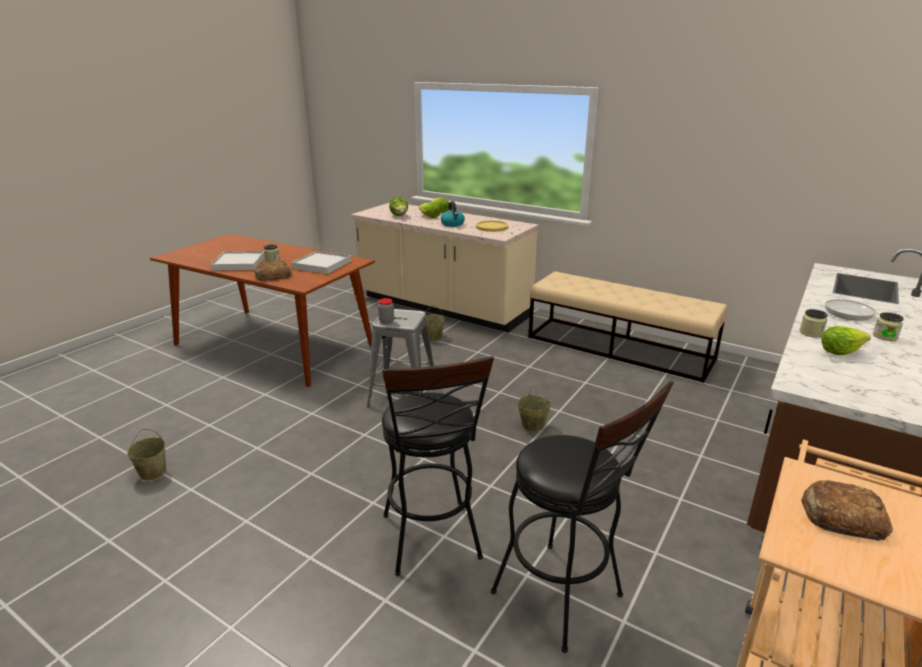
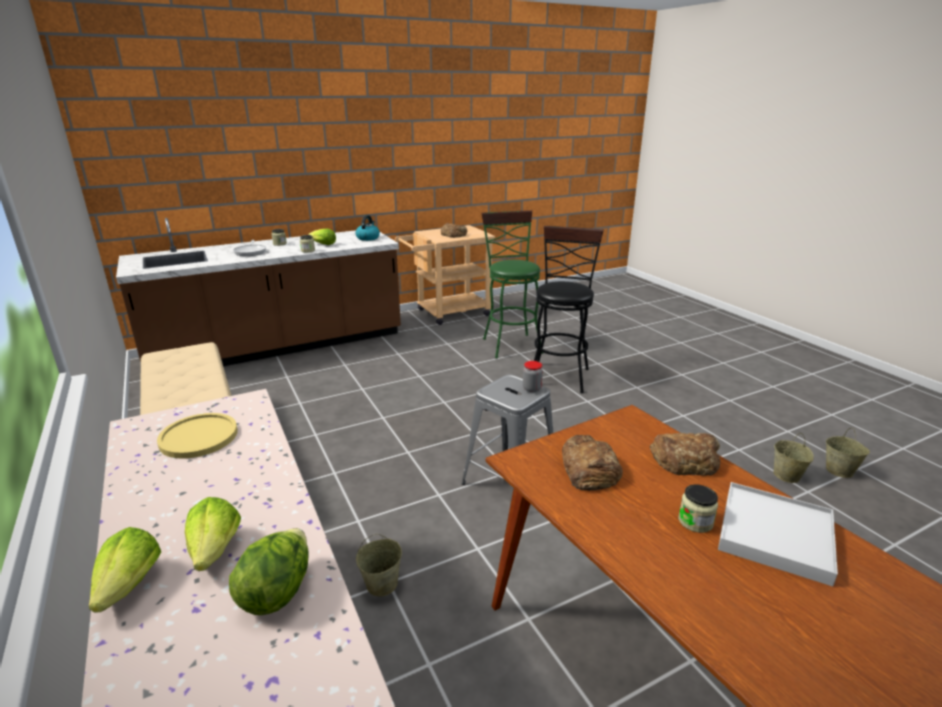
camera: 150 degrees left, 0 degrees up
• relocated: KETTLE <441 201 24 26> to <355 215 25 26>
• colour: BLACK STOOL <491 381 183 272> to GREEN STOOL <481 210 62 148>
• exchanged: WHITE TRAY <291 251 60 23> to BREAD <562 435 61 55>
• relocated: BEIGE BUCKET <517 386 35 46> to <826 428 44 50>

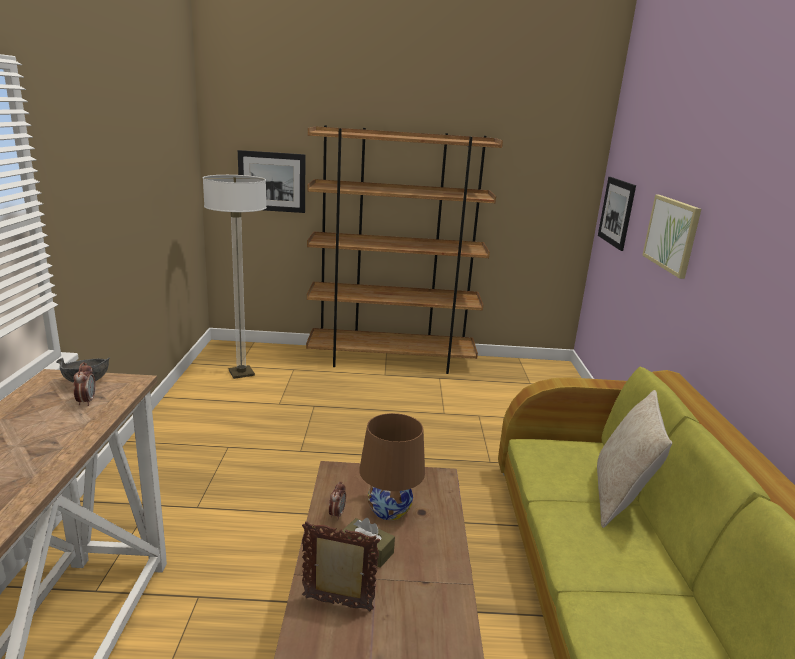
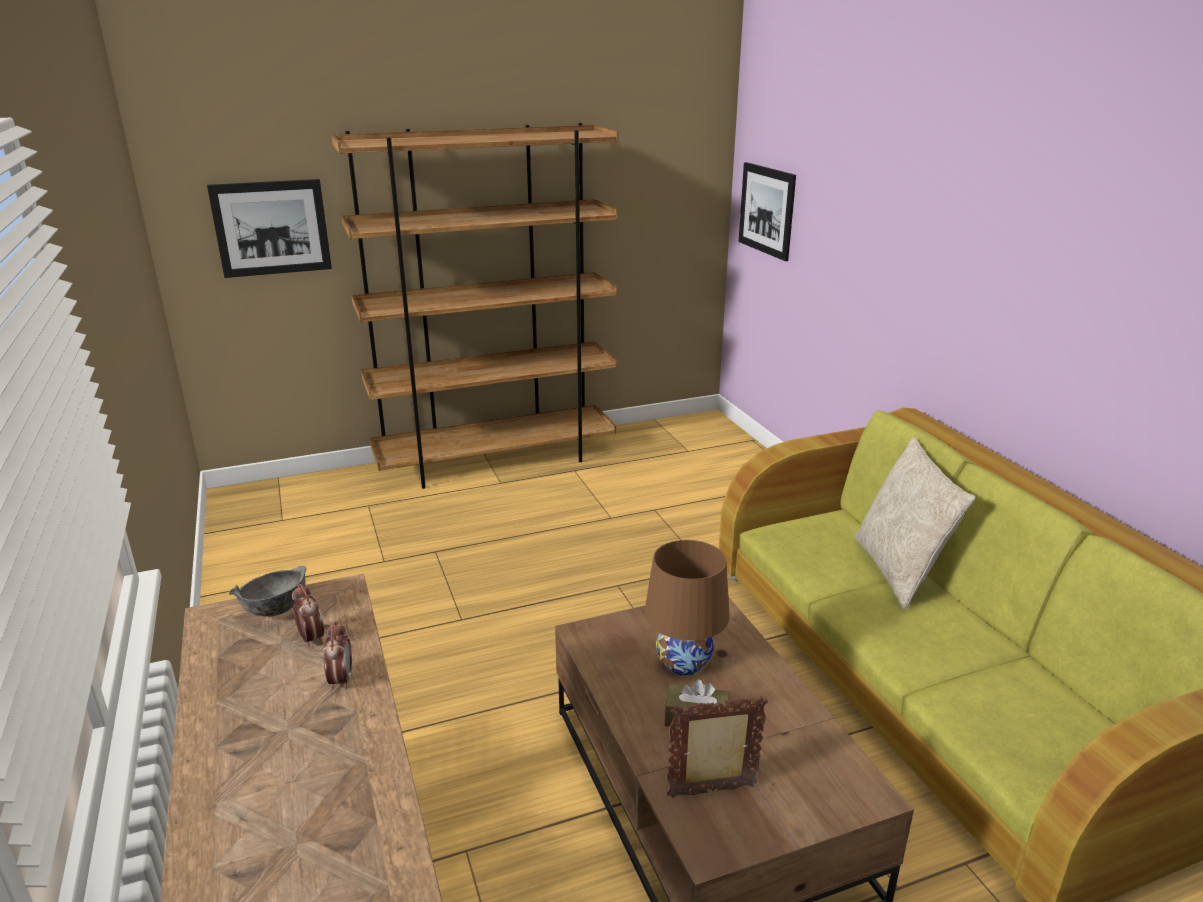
camera: 20 degrees left, 5 degrees up
• relocated: ALARM CLOCK <329 482 17 38> to <323 621 29 68>
• missing: FLOOR LAMP <203 175 64 204>
• missing: PICTURE <642 194 59 85>

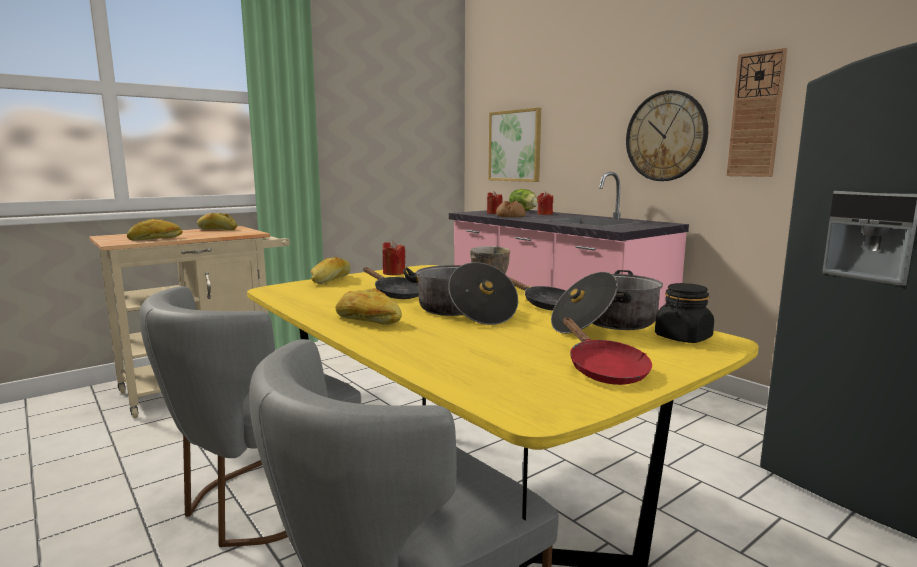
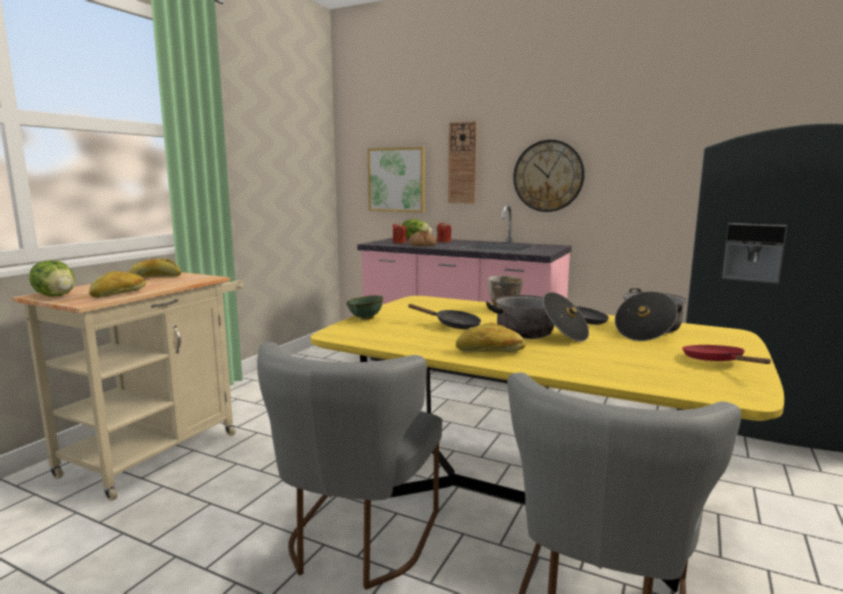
camera: 25 degrees left, 0 degrees up
• appeared: LETTUCE <29 260 46 37>
• exchanged: BREAD <311 257 40 27> to GREEN BOWL <346 295 37 25>
• relocated: WALL CLOCK <727 48 60 129> to <448 121 30 83>
• spun: RED FRYING PAN <563 318 89 67> = <682 345 89 19> 150 degrees counterclockwise
• missing: RED CANDLE <382 241 24 34>
• missing: BLACK JAR <655 283 59 60>

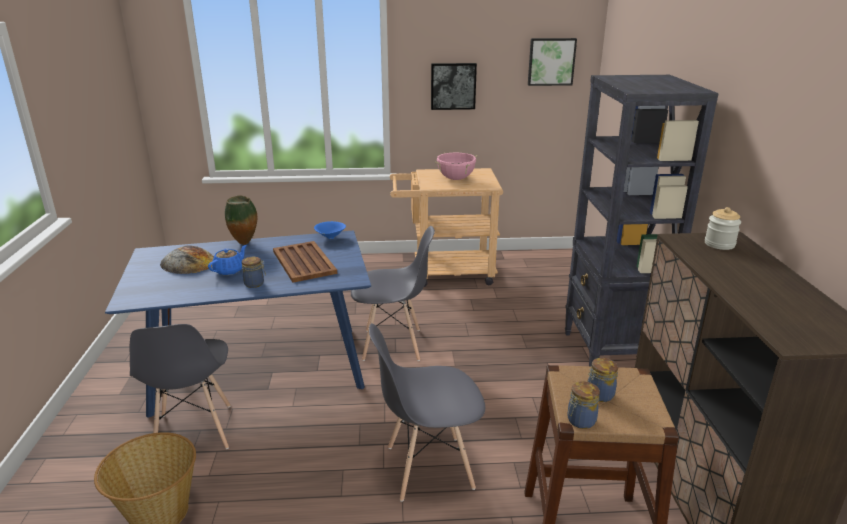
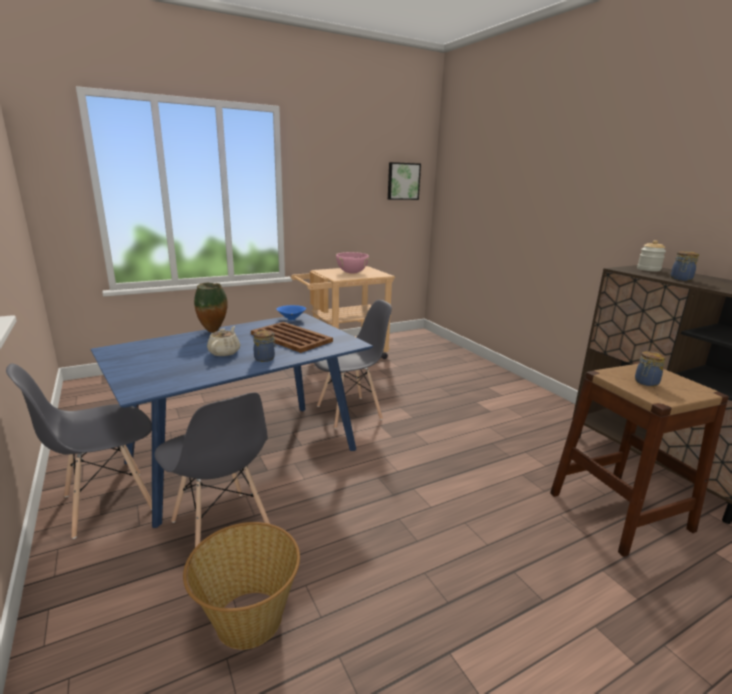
camera: 25 degrees left, 5 degrees down
• relocated: GREY CHAIR <369 323 116 179> to <6 363 146 176>
• colour: BLUE TEAPOT <208 245 39 30> to BEIGE TEAPOT <207 326 33 30>
• relocated: JAR <567 381 33 48> to <671 251 28 30>
• missing: BREAD <160 245 54 29>
• missing: PICTURE <431 63 46 47>
• missing: BLACK BOOKCASE <565 75 154 291>

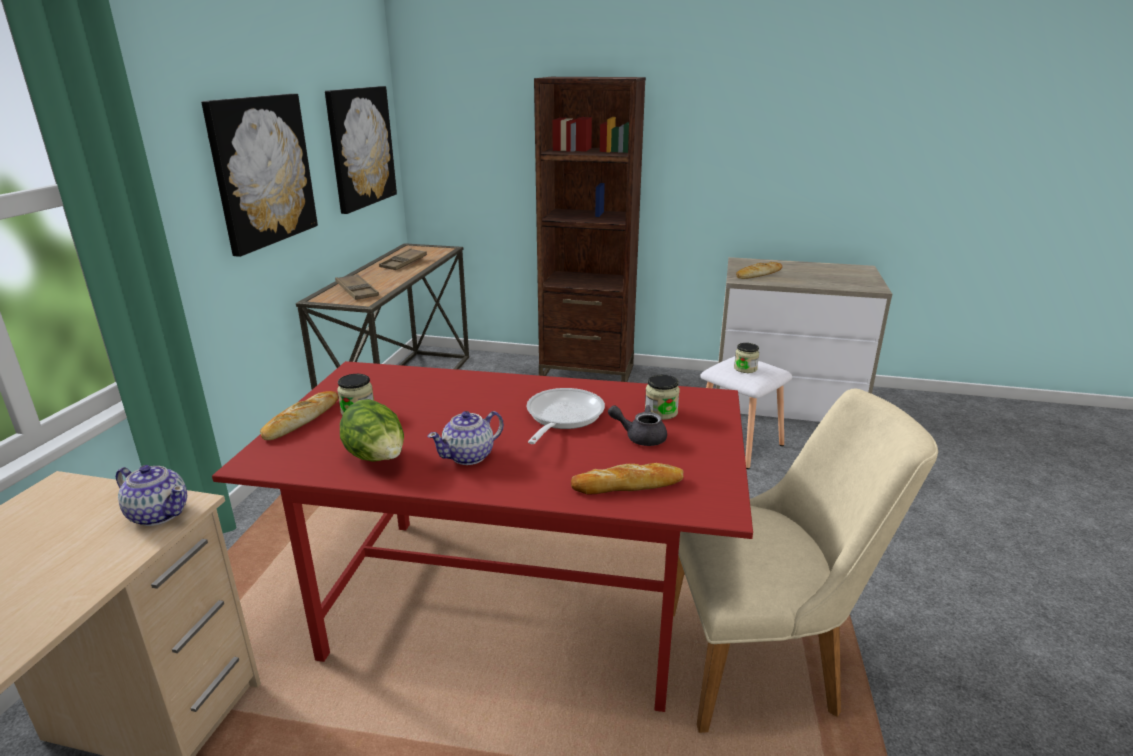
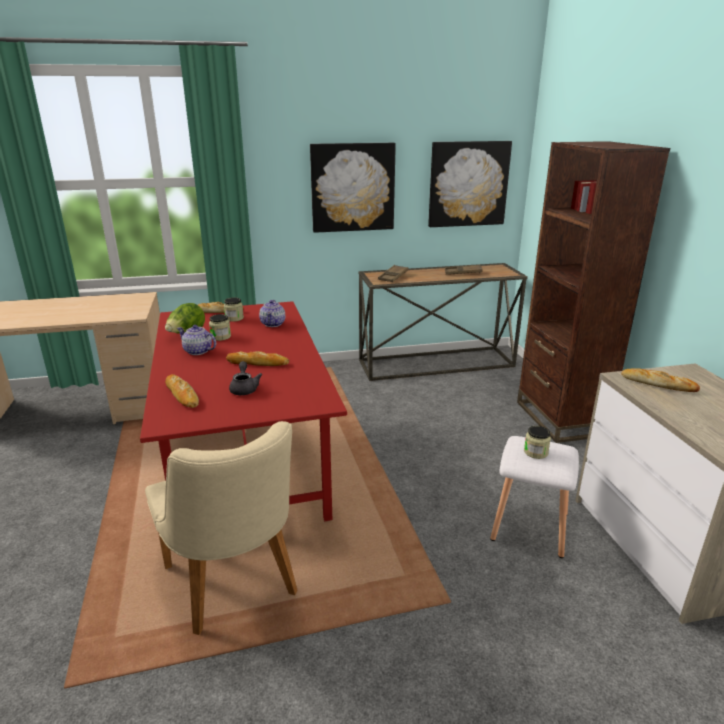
camera: 65 degrees right, 0 degrees up
• relocated: JAR <645 375 35 45> to <209 314 22 27>
• exchanged: FRYING PAN <526 388 79 56> to BREAD <226 351 63 15>
• relocated: TEAPOT <116 465 71 61> to <259 300 26 27>

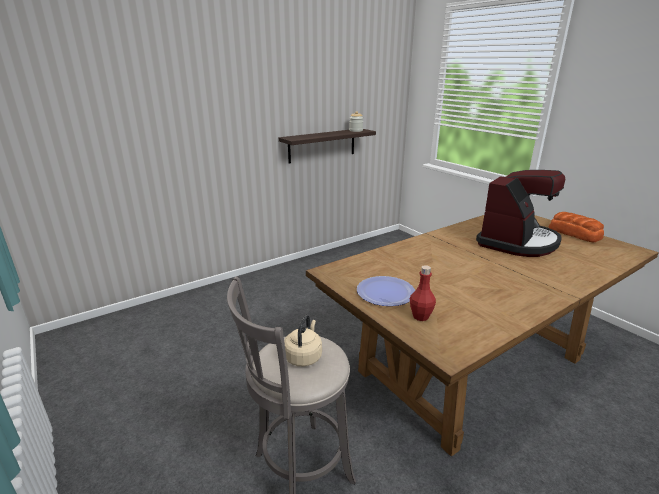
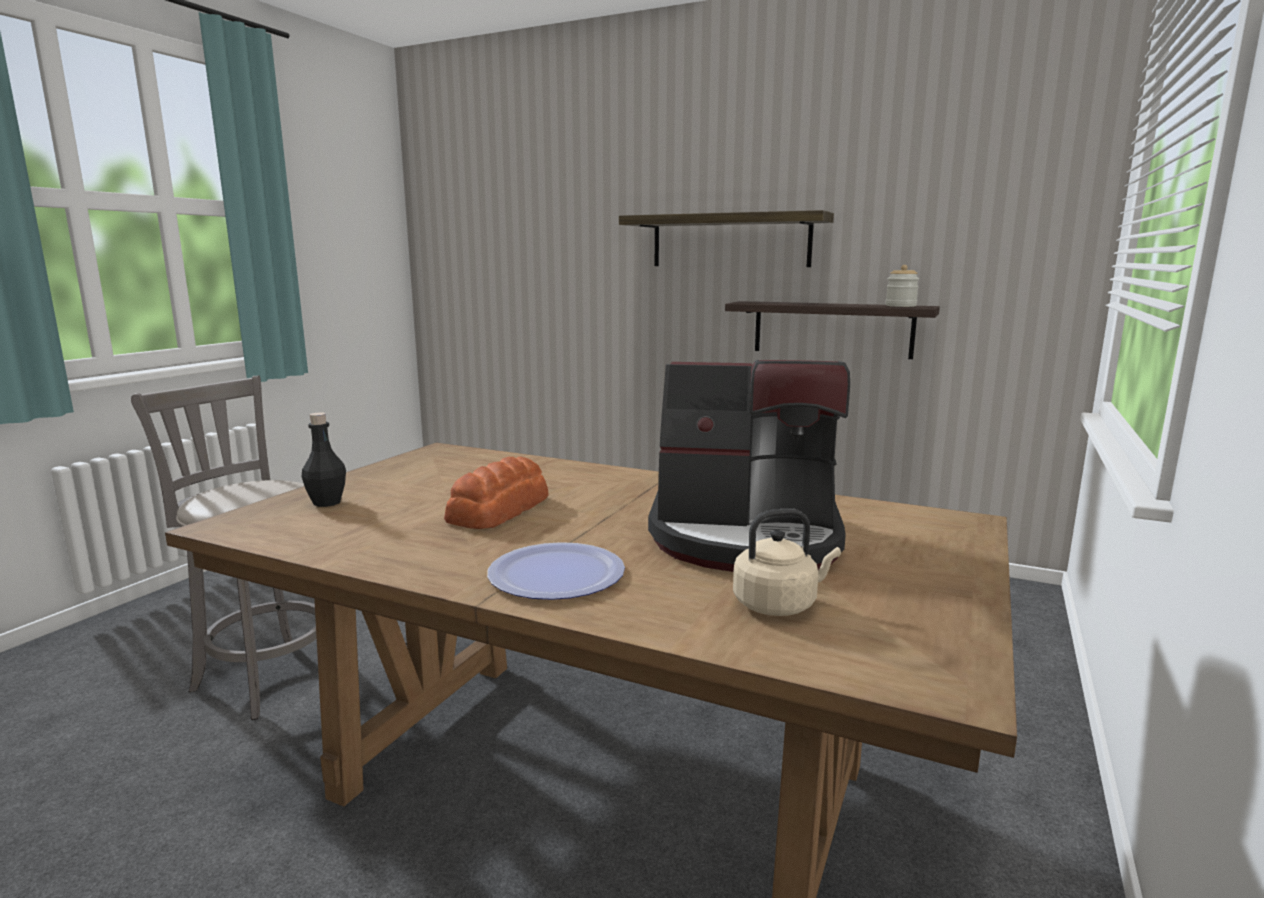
camera: 60 degrees right, 10 degrees down
• colour: RED BOTTLE <410 265 26 56> to BLACK BOTTLE <302 413 44 94>
• relocated: BREAD <549 212 55 30> to <444 457 105 72>
• relocated: PLATE <357 276 58 30> to <487 542 138 58>
• appeared: SHELF <619 210 215 57>
• relocated: BEIGE KETTLE <284 315 38 51> to <733 509 108 107>

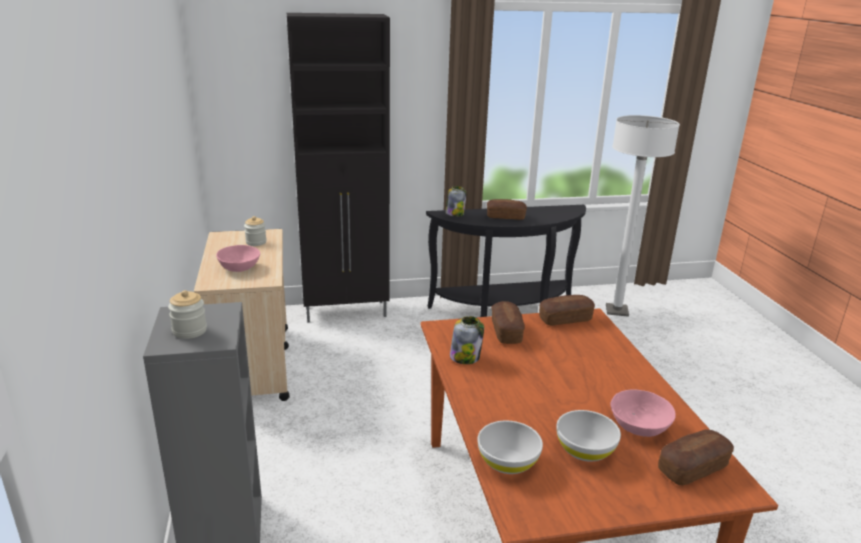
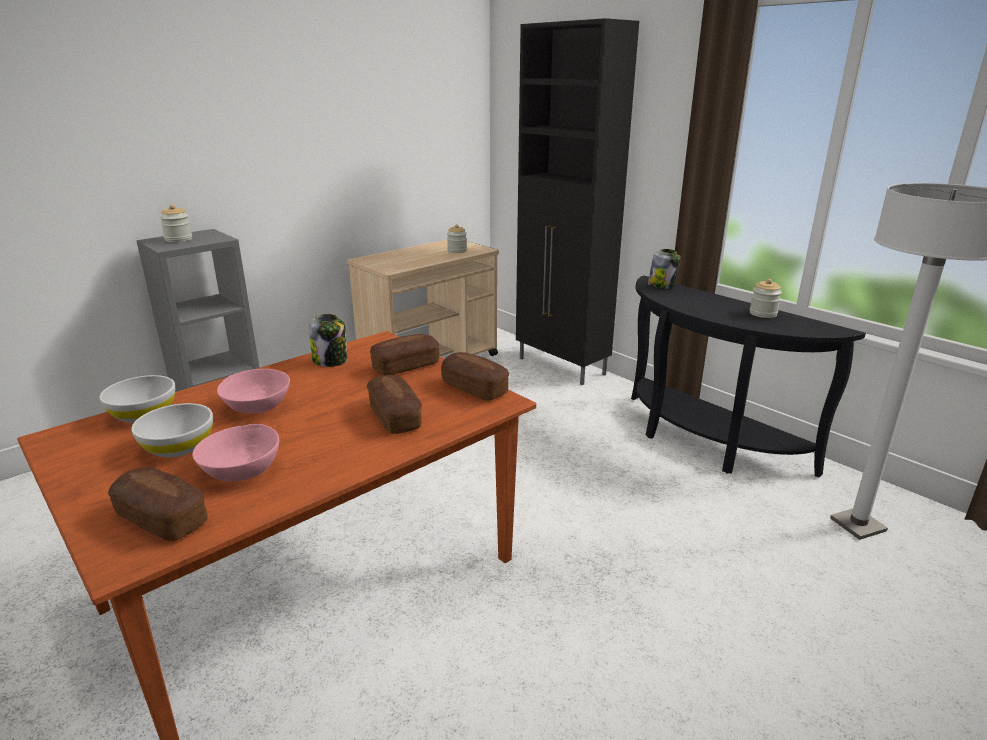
camera: 60 degrees right, 0 degrees up
• relocated: PINK BOWL <216 245 44 27> to <217 369 73 44>
• relocated: BREAD <487 199 40 21> to <367 375 55 59>
• appeared: JAR <750 279 32 39>

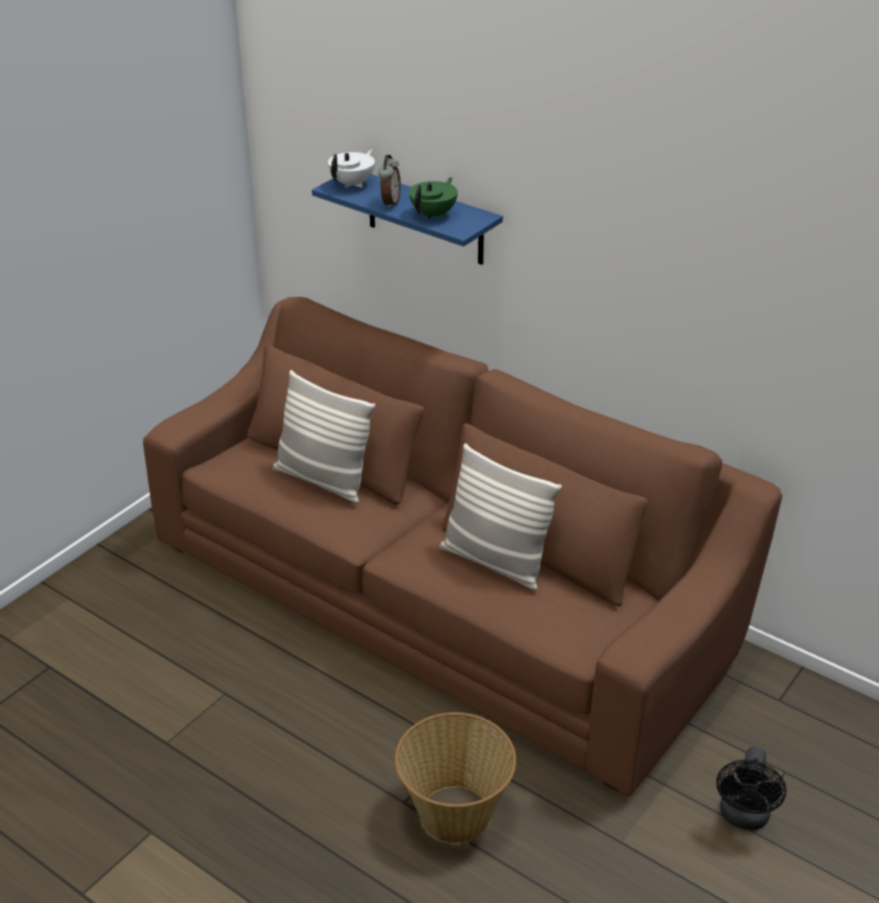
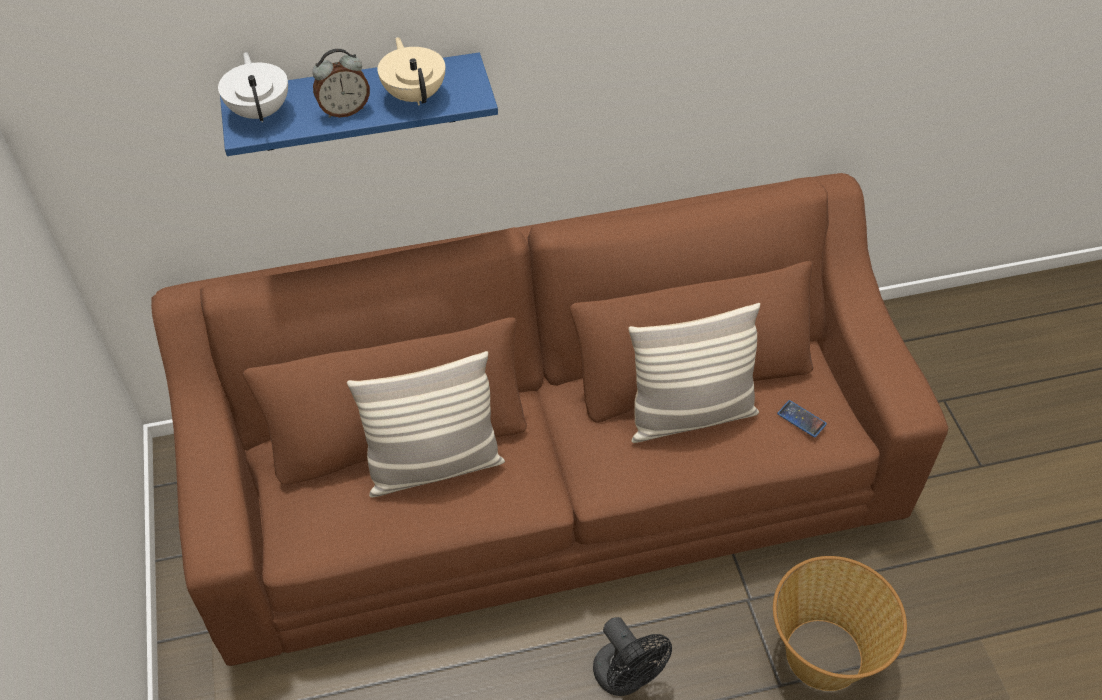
camera: 50 degrees left, 15 degrees up
• spun: ALARM CLOCK <378 155 23 54> = <312 49 58 69> 105 degrees clockwise
• colour: GREEN TEAPOT <409 177 49 42> to BEIGE TEAPOT <378 37 67 68>
• relocated: BLACK FAN <716 747 71 83> to <593 617 79 79>
• appeared: PHONE <777 400 50 38>

